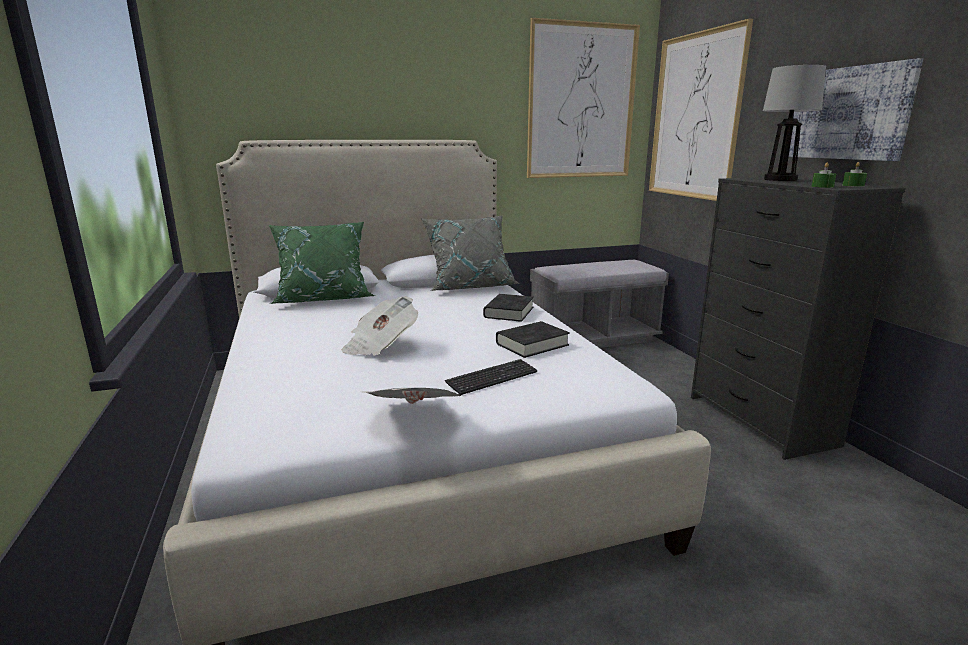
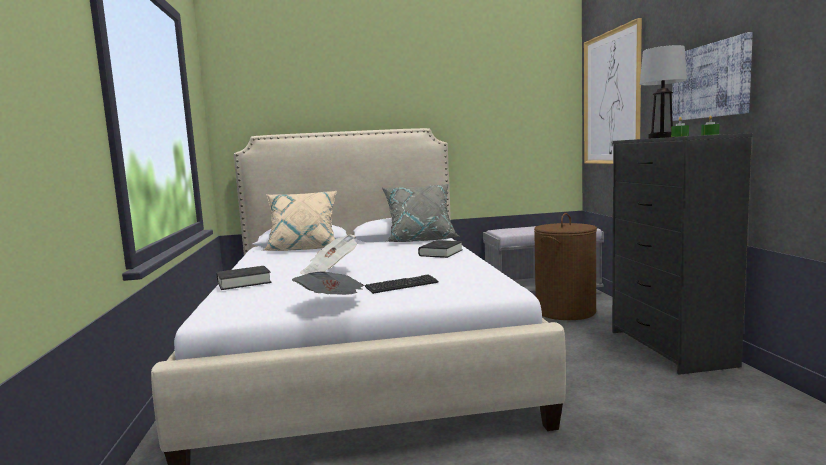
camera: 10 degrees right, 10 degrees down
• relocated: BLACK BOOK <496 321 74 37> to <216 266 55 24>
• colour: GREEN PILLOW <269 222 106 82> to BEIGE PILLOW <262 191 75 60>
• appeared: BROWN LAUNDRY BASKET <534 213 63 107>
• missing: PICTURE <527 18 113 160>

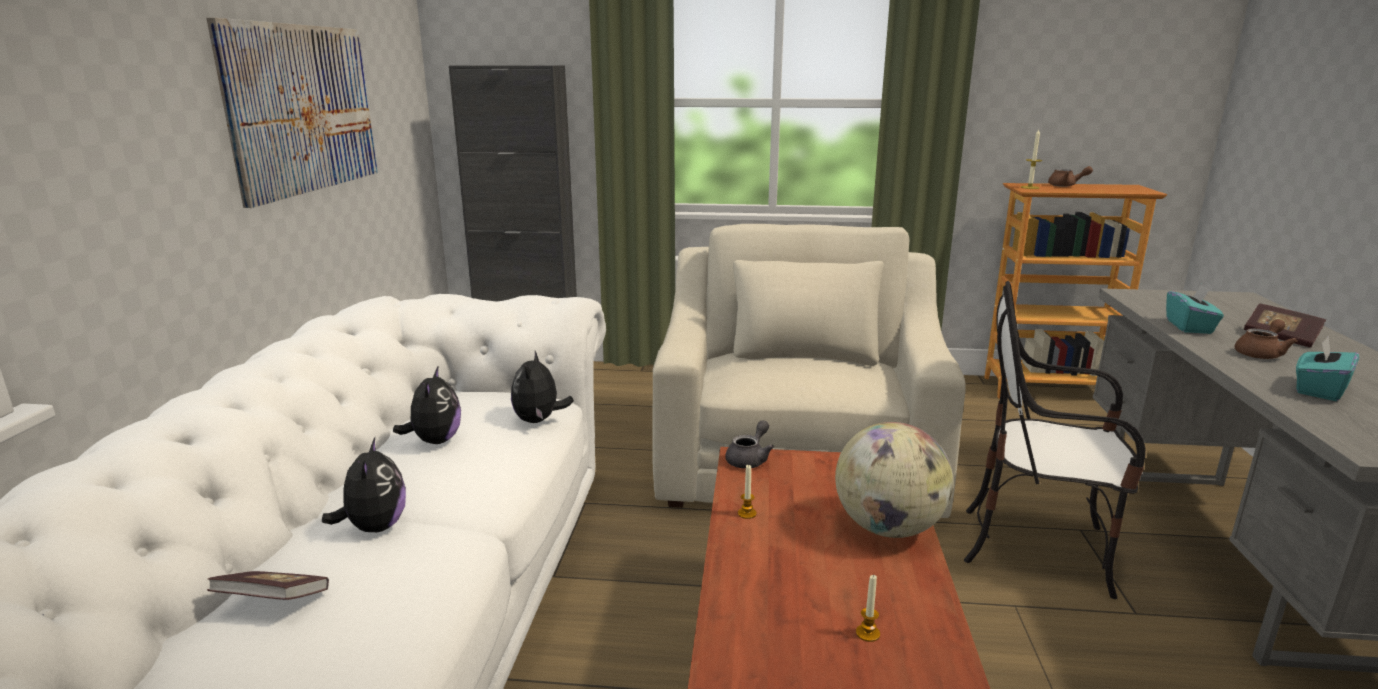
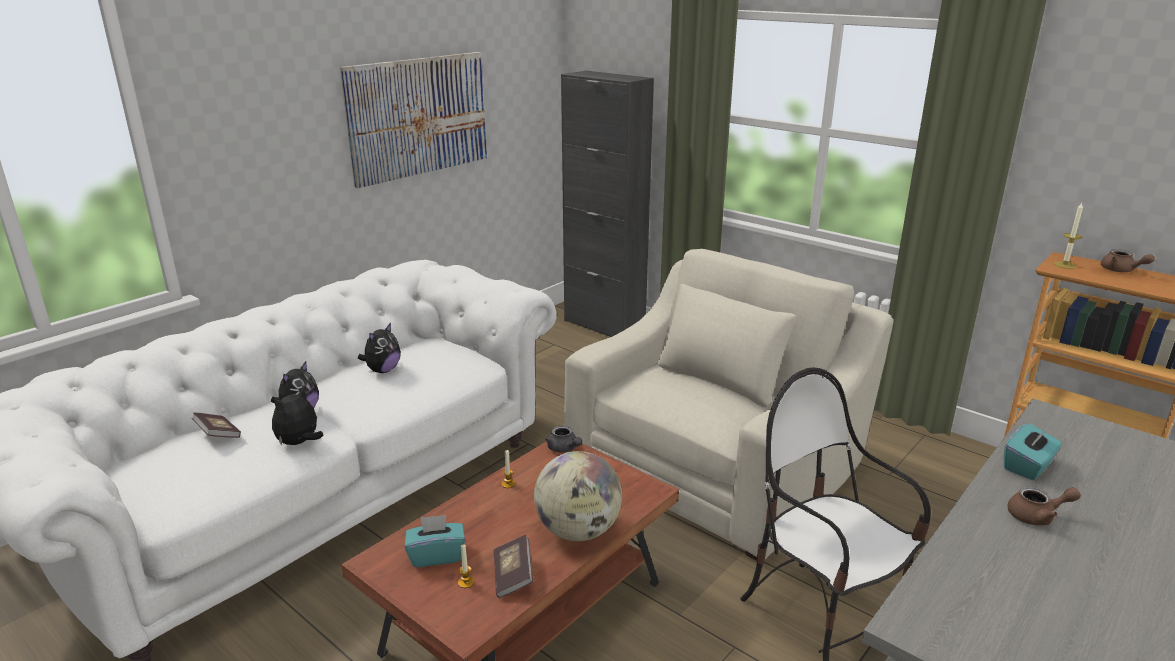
camera: 35 degrees right, 5 degrees up
• relocated: PLUSH TOY <511 351 63 72> to <272 386 51 59>
• relocated: TURQUOISE TISSUE BOX <1296 336 63 65> to <405 515 60 52>
• relocated: BOOK <1244 304 82 44> to <493 535 40 63>
• spun: GREY TEAPOT <725 420 49 49> = <545 425 37 28> 75 degrees clockwise

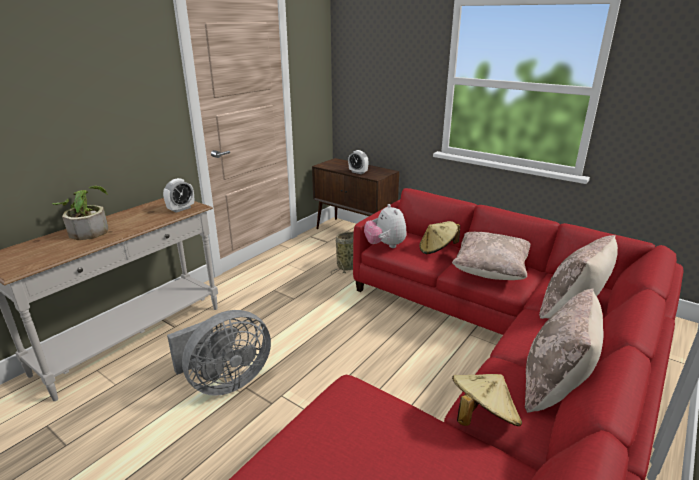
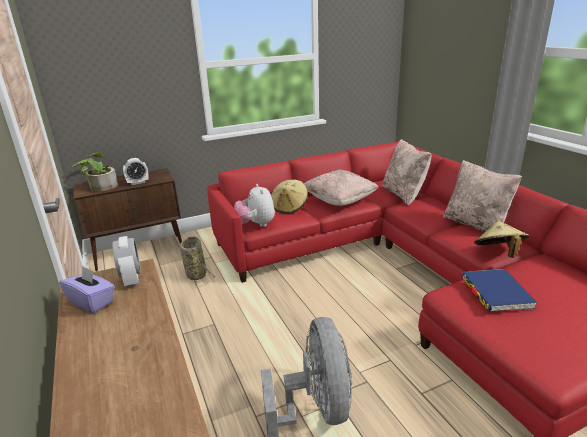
camera: 60 degrees left, 0 degrees up
• appeared: PURPLE TISSUE BOX <59 265 56 48>
• relocated: POTTED PLANT <52 185 57 55> to <72 152 46 39>
• spun: PLUSH TOY <364 204 43 44> = <234 184 41 43> 60 degrees clockwise
• appeared: BLUE BOOK <462 269 75 43>

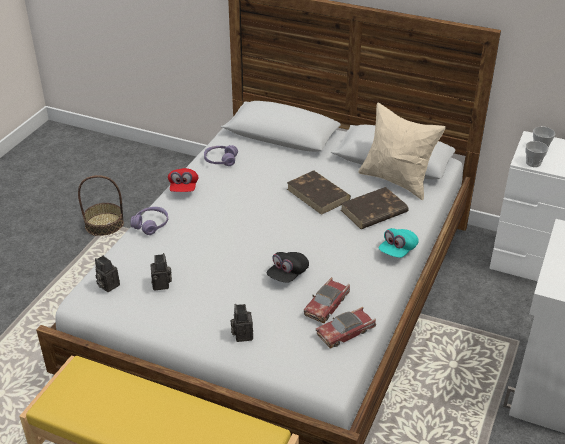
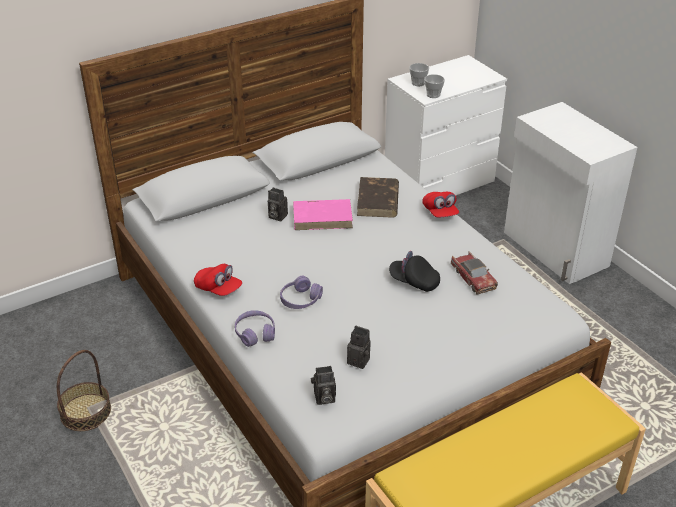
camera: 55 degrees left, 0 degrees up
• relocated: PHOTO CAMERA <230 304 23 38> to <268 187 20 34>
• relocated: PURPLE HEADPHONES <204 145 34 21> to <280 276 43 33>
• colour: BROWN BOOK <287 171 64 44> to PINK BOOK <293 199 60 31>
• spun: BLACK CAP <267 252 42 31> = <389 251 51 41> 135 degrees clockwise
• colour: TURQUOISE CAP <379 228 40 30> to RED CAP <422 192 37 25>
• missing: TOY CAR <316 307 60 42>
• missing: BEIGE PILLOW <358 103 88 97>

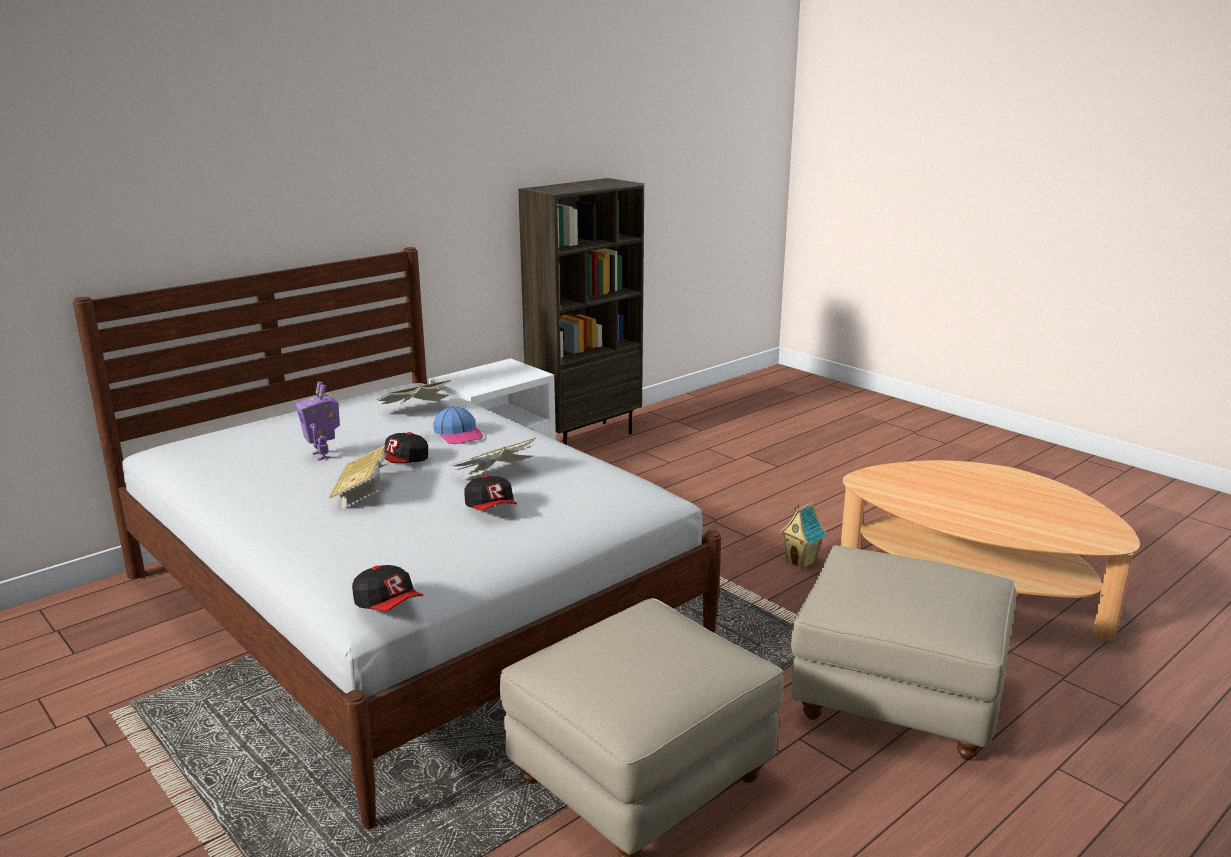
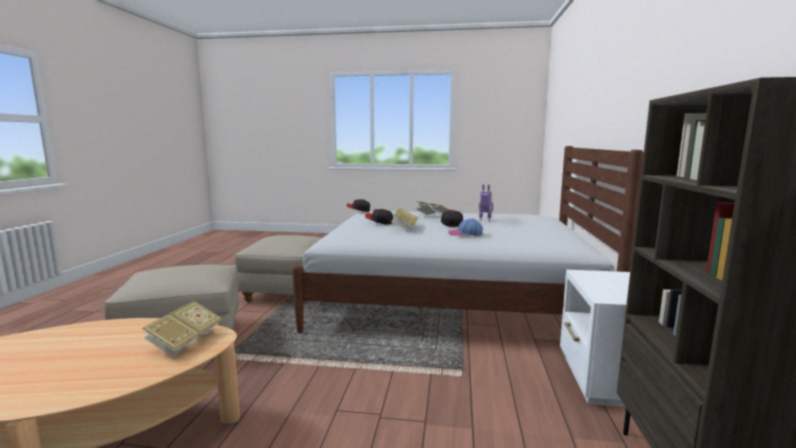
camera: 140 degrees right, 10 degrees down
• relocated: BOOK <376 380 75 33> to <142 301 80 56>
• missing: TOY HOUSE <780 502 46 67>

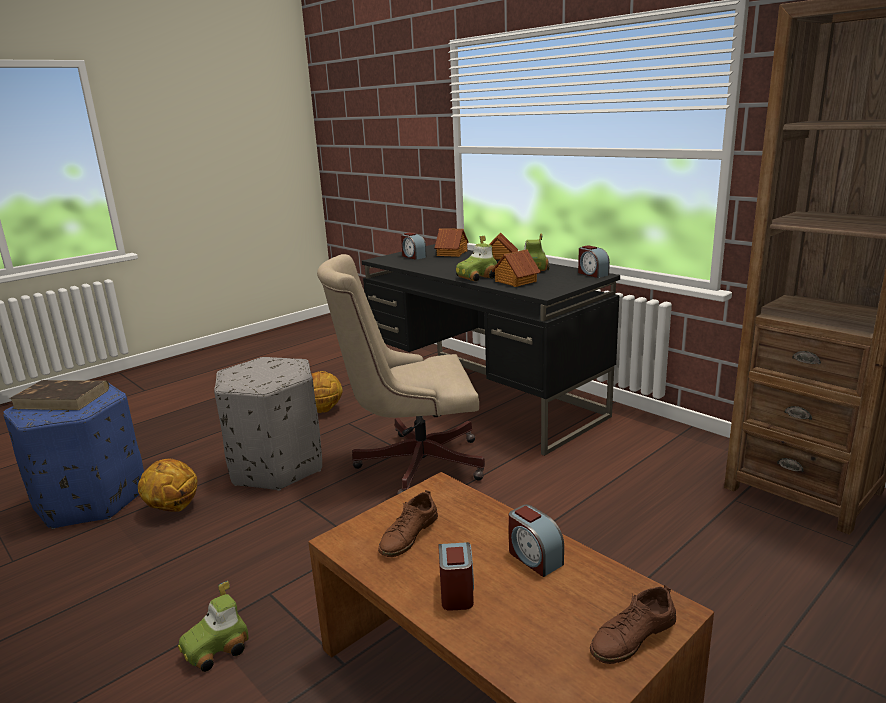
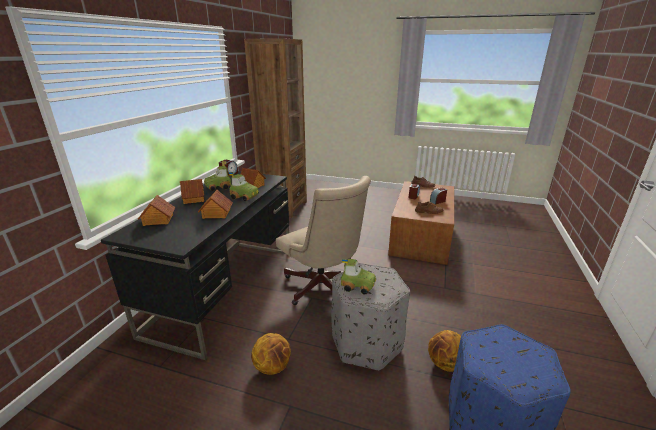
camera: 120 degrees left, 5 degrees up
• appeared: TOY HOUSE <198 190 35 29>
• relocated: TOY CAR <178 581 71 91> to <341 259 35 36>
• missing: BROWN BOOK <9 380 100 30>
• missing: ALARM CLOCK <401 233 26 27>

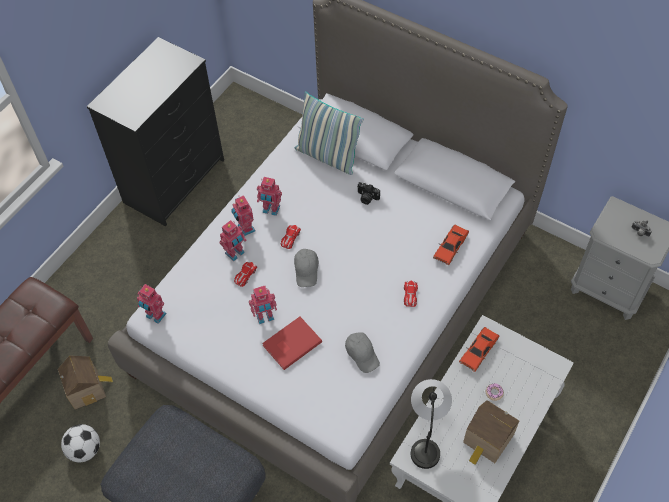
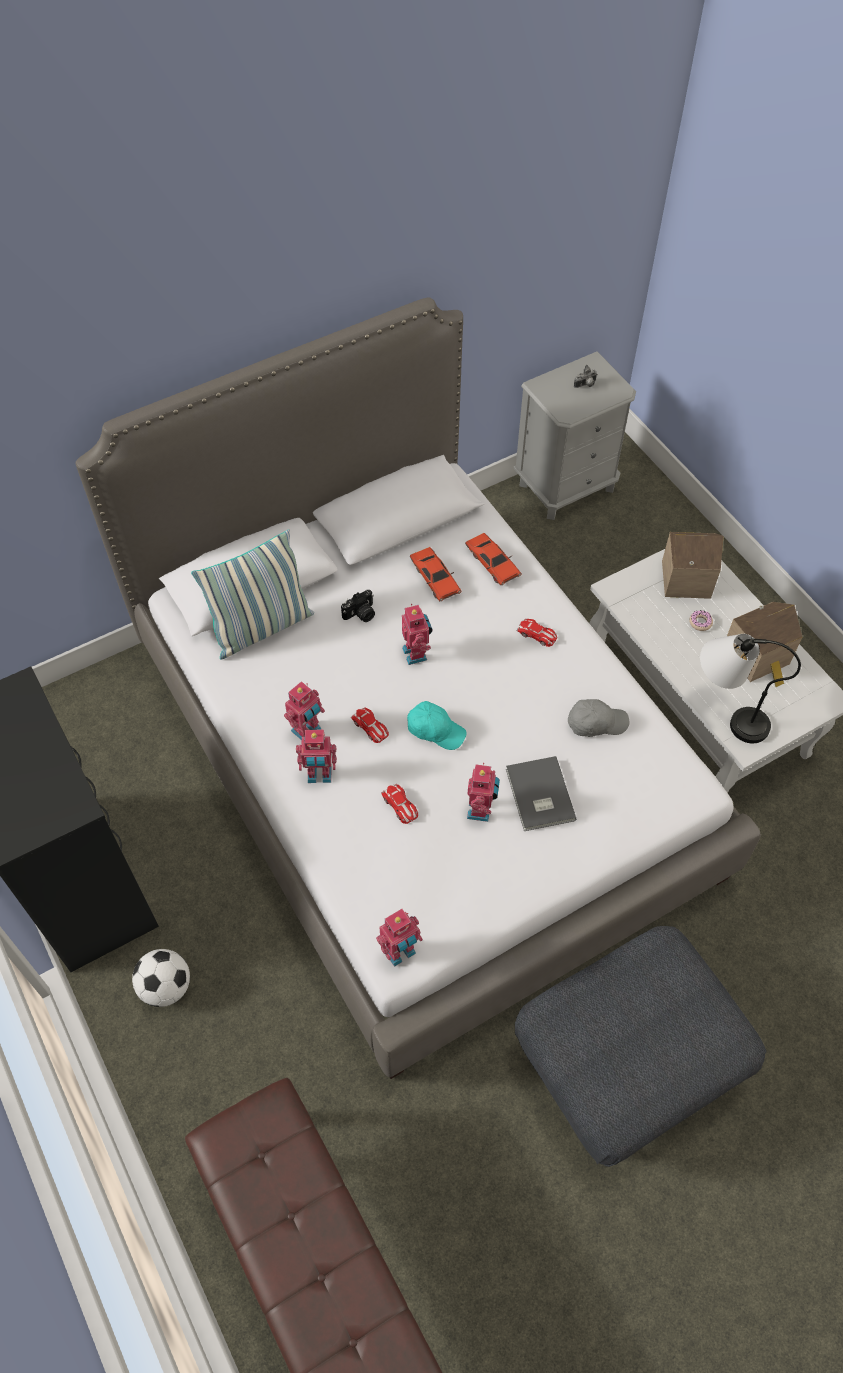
camera: 65 degrees left, 0 degrees up
• relocated: FOOTBALL <61 424 39 38> to <132 949 58 58>
• relocated: TOY ROBOT <219 220 28 41> to <402 604 30 61>
• colour: GREY CAP <294 249 25 38> to TURQUOISE CAP <407 701 60 49>
• relocated: RED TOY CAR <459 327 40 45> to <410 547 52 54>
• colour: RED BOOK <262 317 60 53> to GREY BOOK <506 756 70 75>
• relocated: TOY HOUSE <58 355 55 55> to <662 532 62 67>

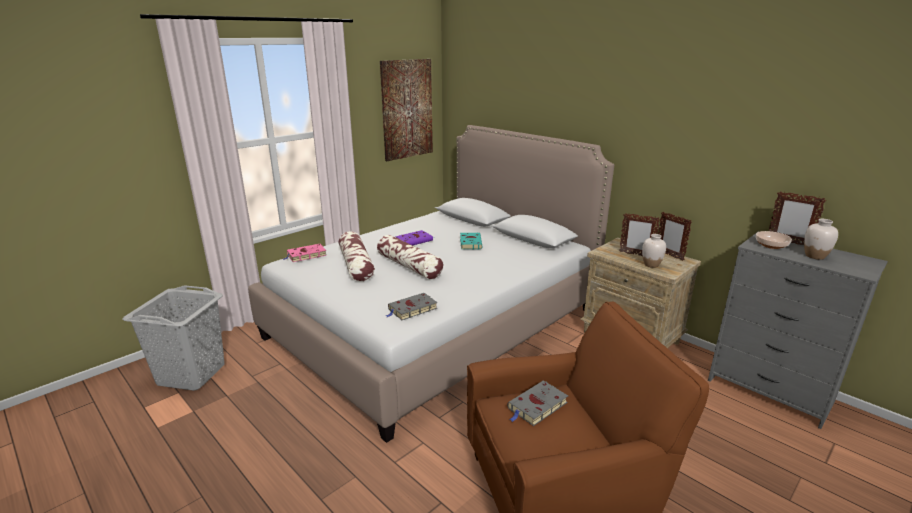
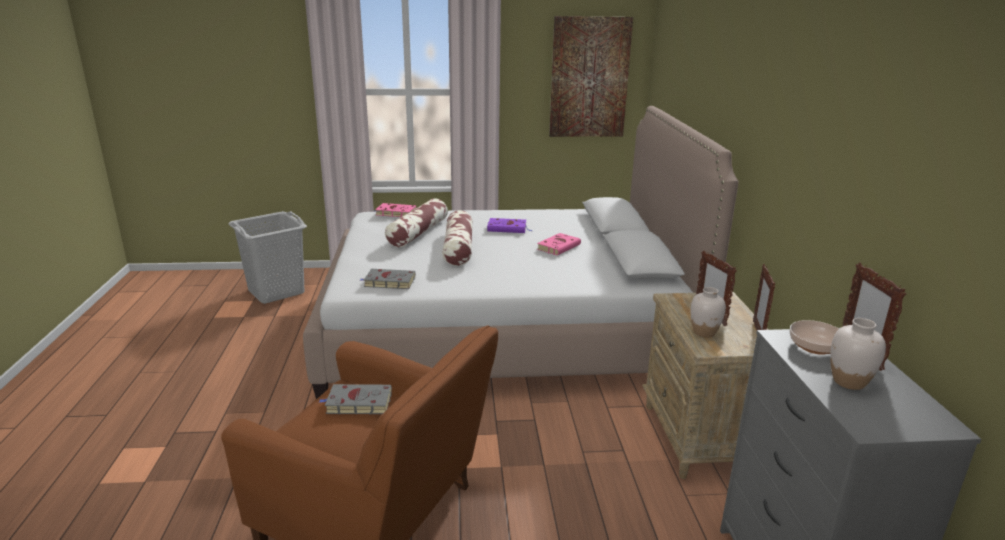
camera: 40 degrees right, 0 degrees up
• colour: TURQUOISE BOOK <460 233 23 16> to PINK BOOK <537 233 44 22>

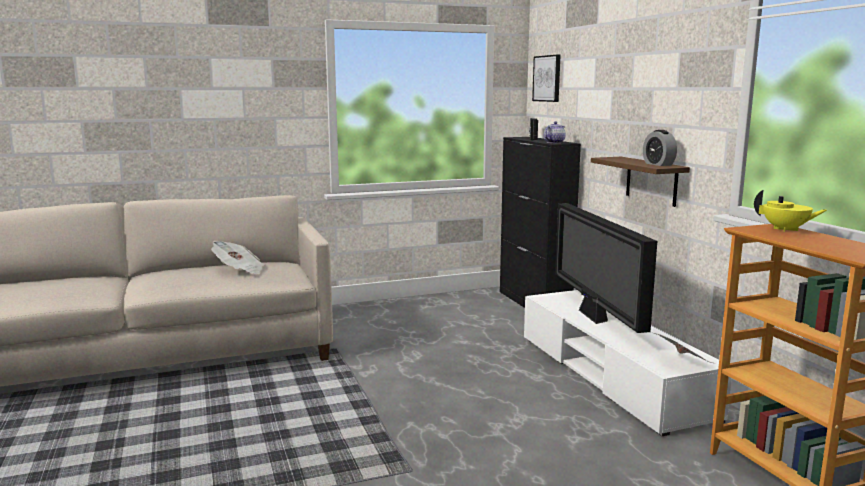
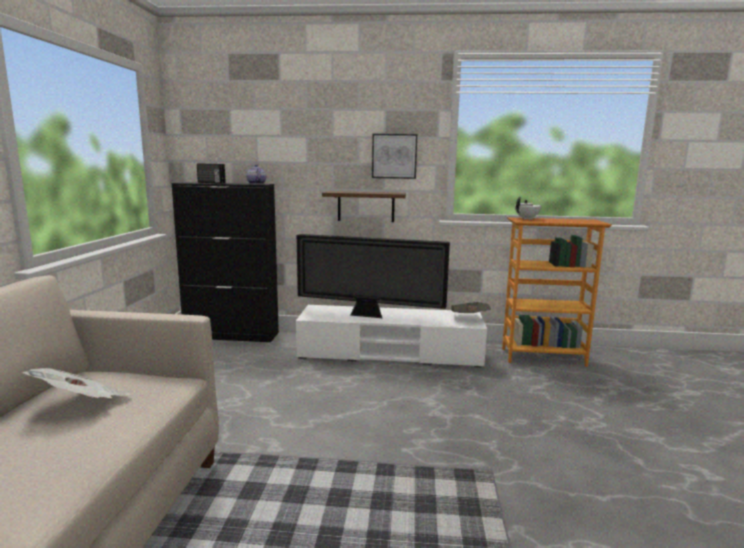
camera: 65 degrees left, 0 degrees up
• relocated: PICTURE <532 55 28 47> to <372 134 45 45>
• colour: YELLOW TEAPOT <754 189 73 43> to WHITE TEAPOT <515 197 26 23>
• missing: ALARM CLOCK <643 130 34 36>

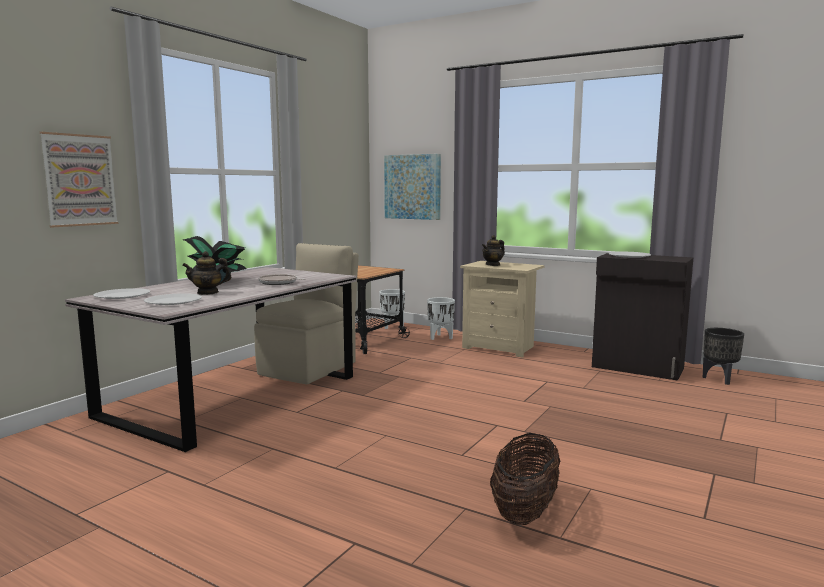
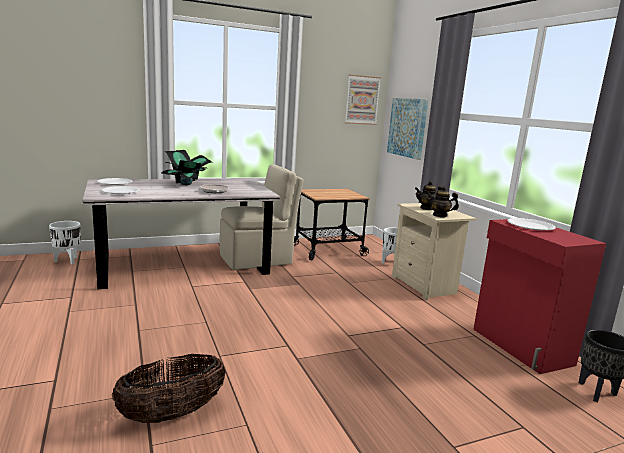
camera: 35 degrees right, 5 degrees up
• relocated: WHITE PLANTER <379 289 26 40> to <49 221 32 44>
• relocated: PICTURE <40 132 78 95> to <345 75 36 50>
• relocated: TEAPOT <182 251 49 44> to <426 186 33 31>
• colour: BLACK CABINET <592 253 101 127> to RED CABINET <473 218 133 156>

